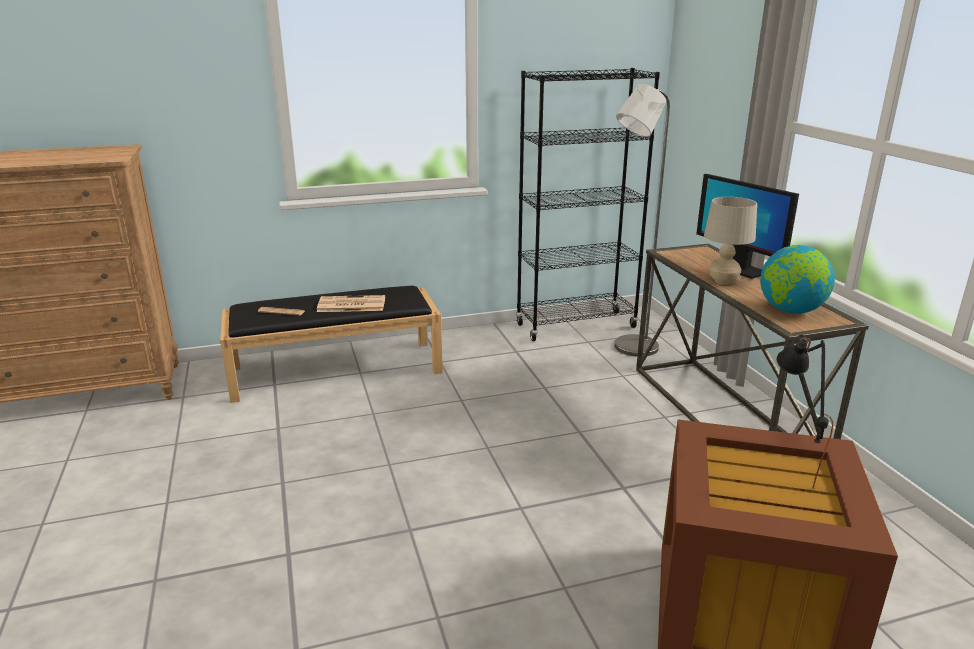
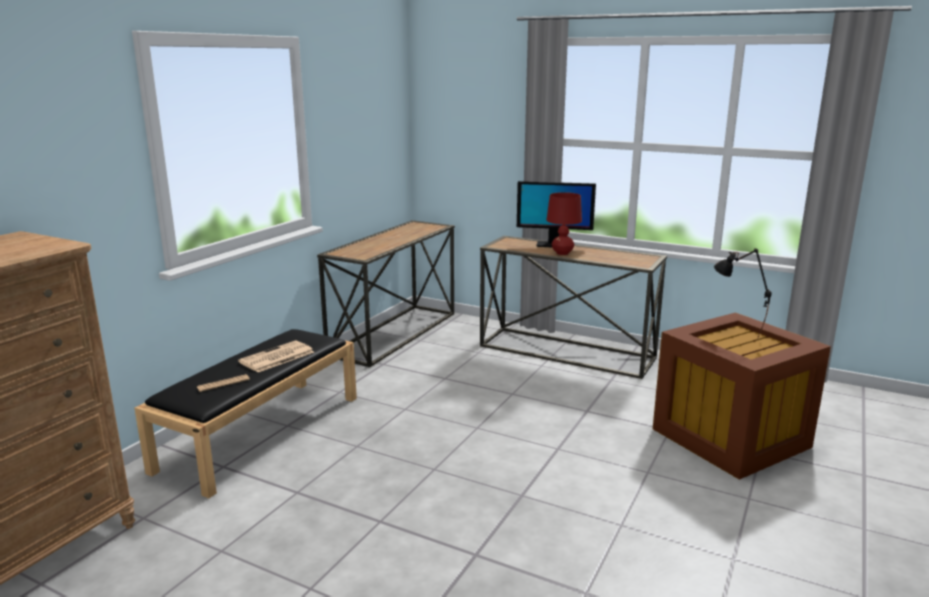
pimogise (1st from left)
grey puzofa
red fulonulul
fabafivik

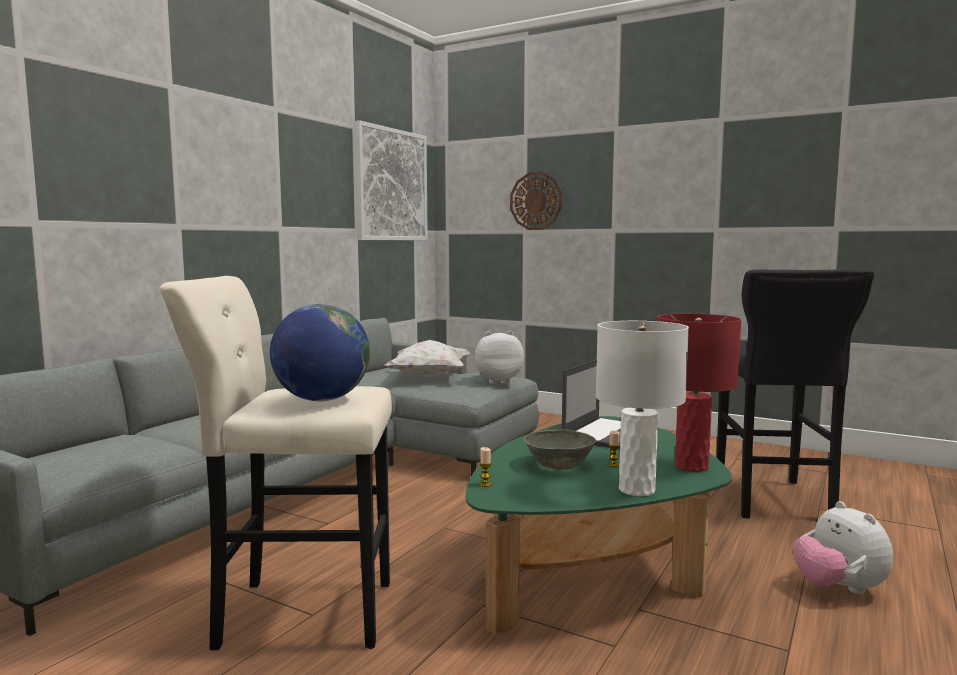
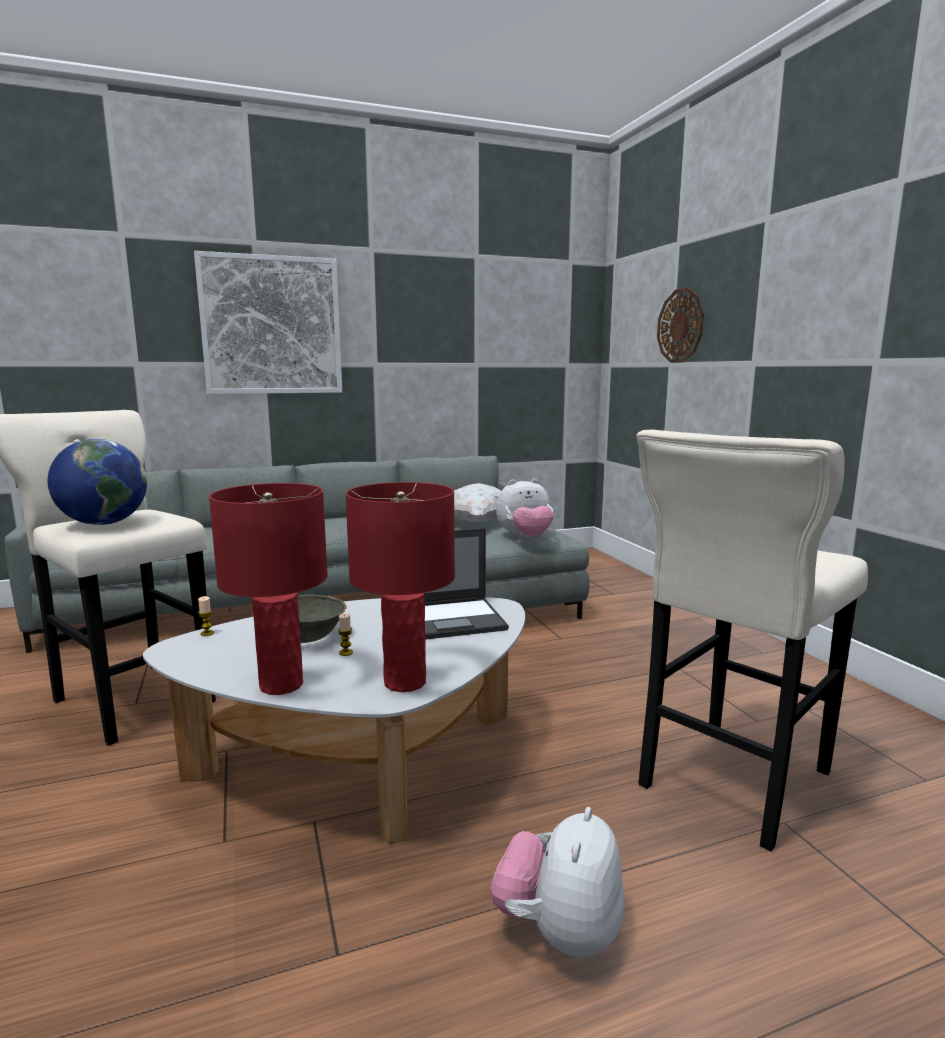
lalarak
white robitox
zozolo (1st from left)
red fulonulul (1st from left)
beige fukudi (2nd from left)

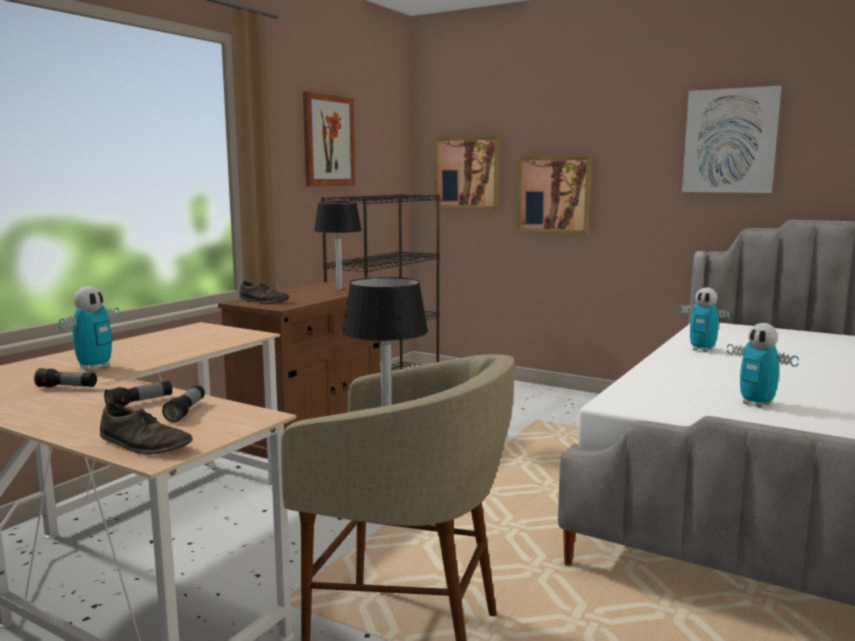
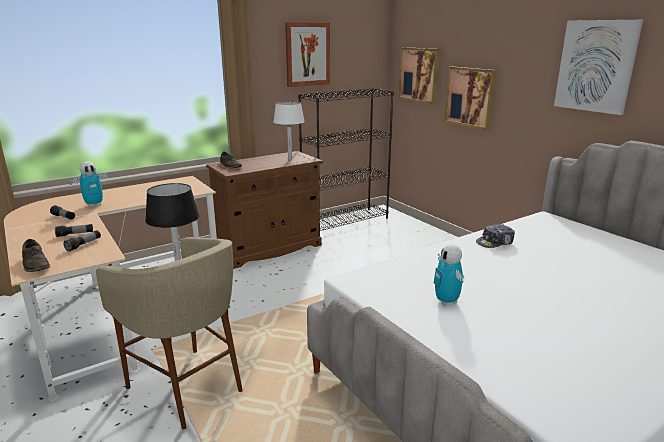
white fulonulul
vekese

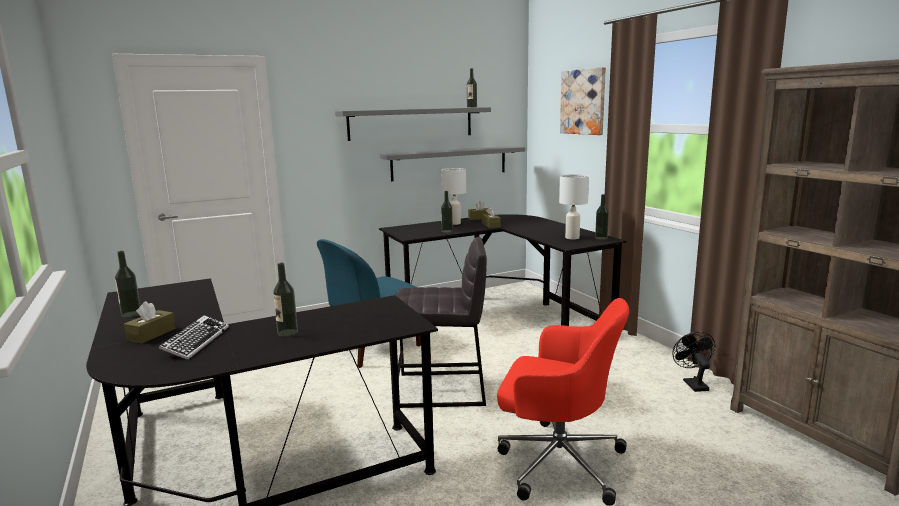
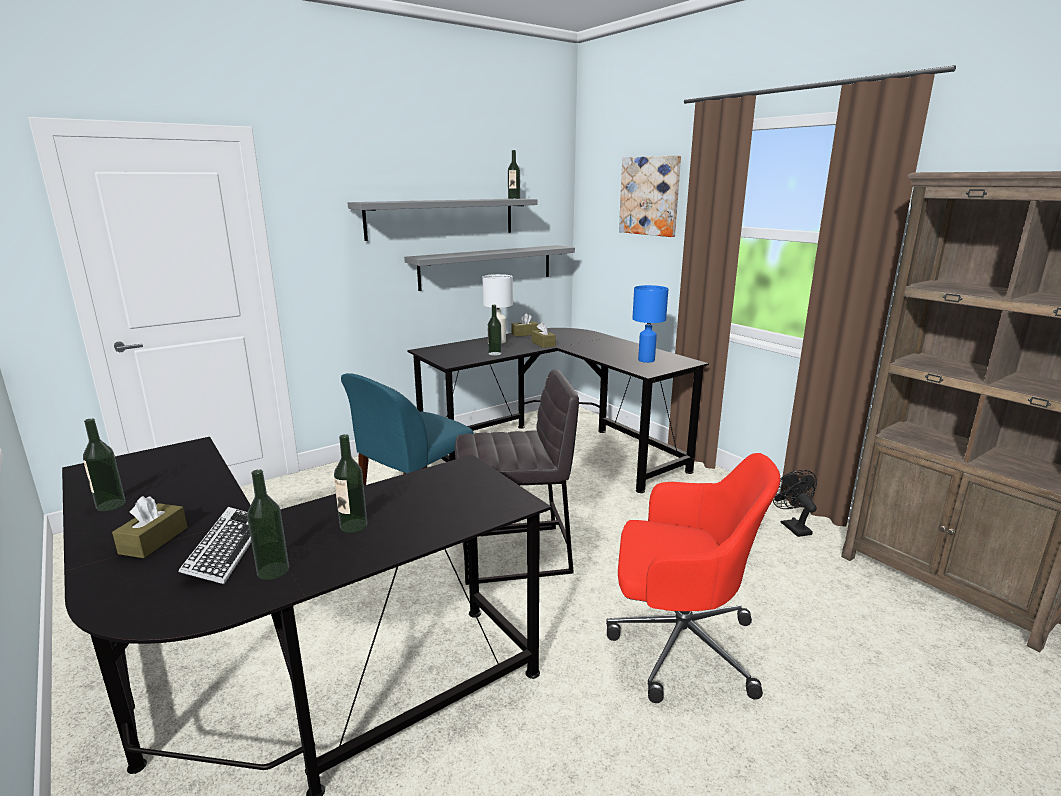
blue fulonulul
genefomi (2nd from left)

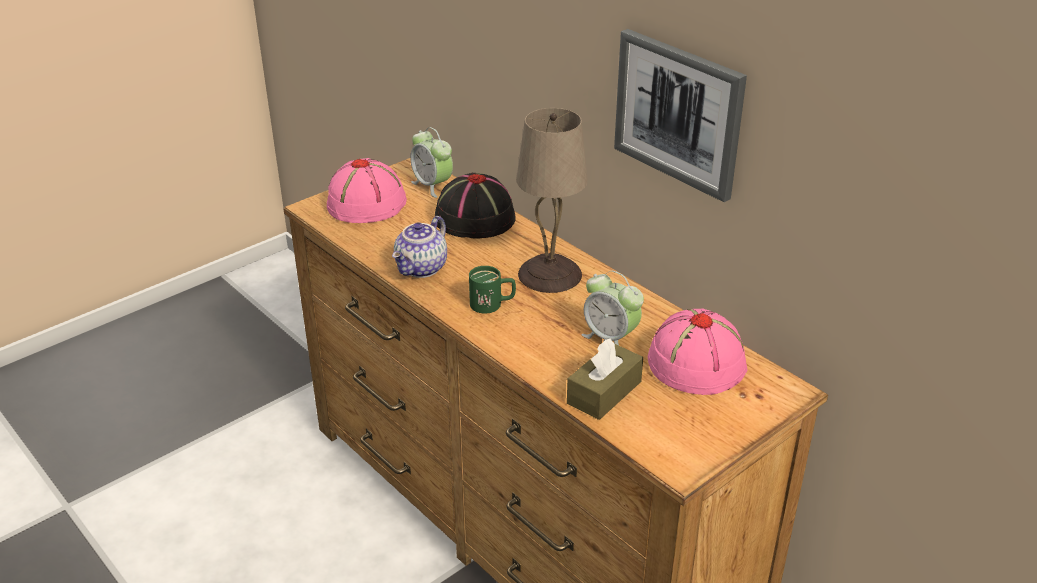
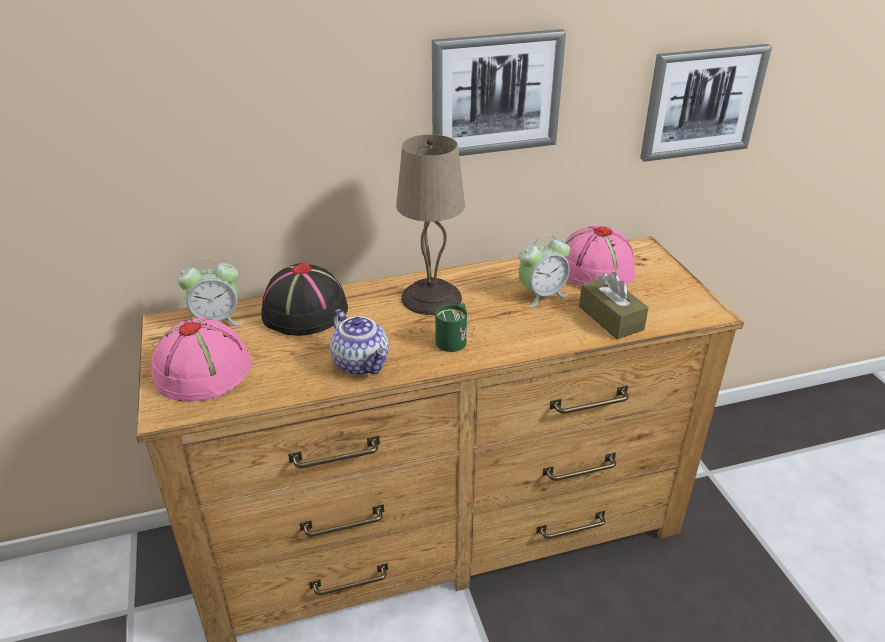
lalarak (2nd from left)

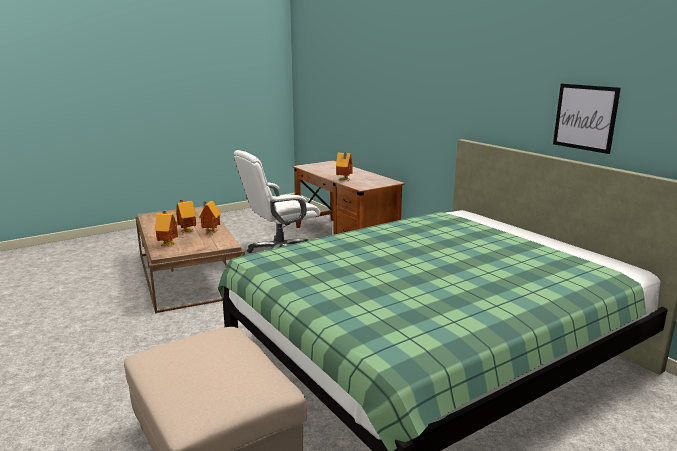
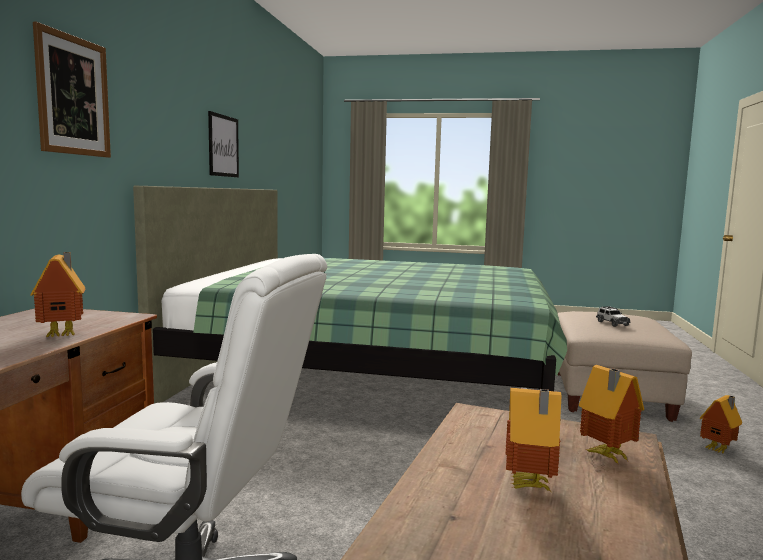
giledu (4th from left)
lalarak (1st from left)
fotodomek

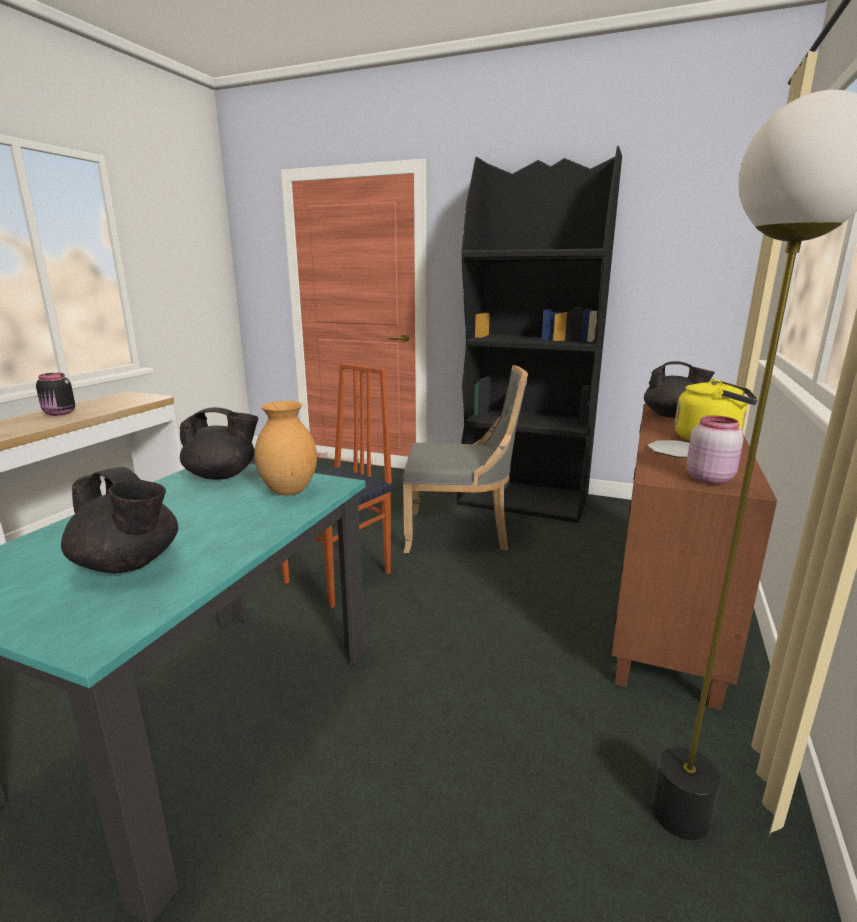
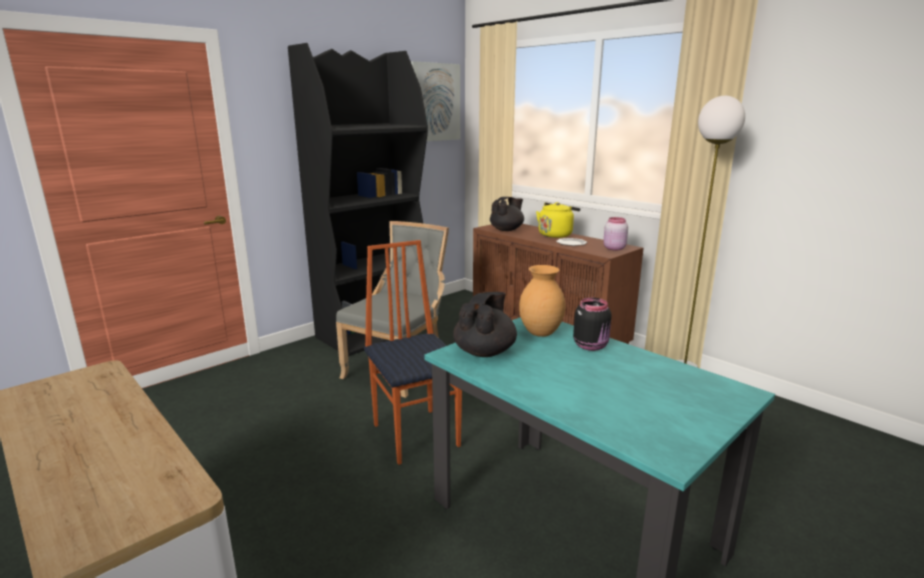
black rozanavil
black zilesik (1st from left in the first image)
lalarak

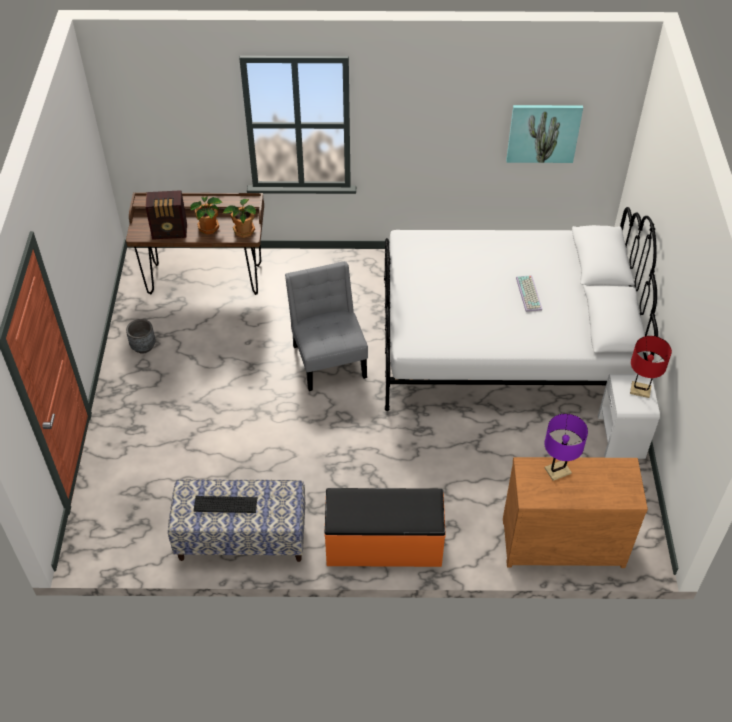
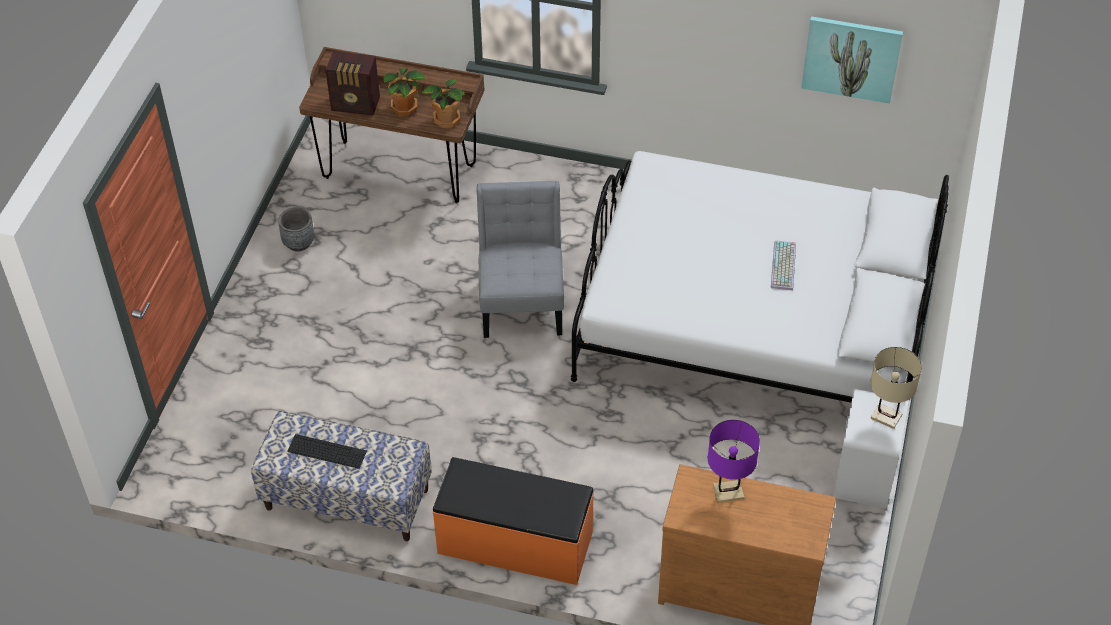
beige fulonulul

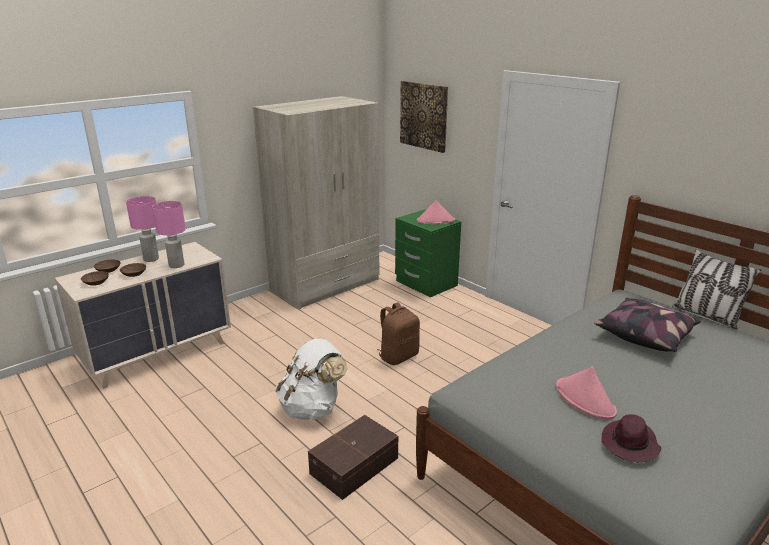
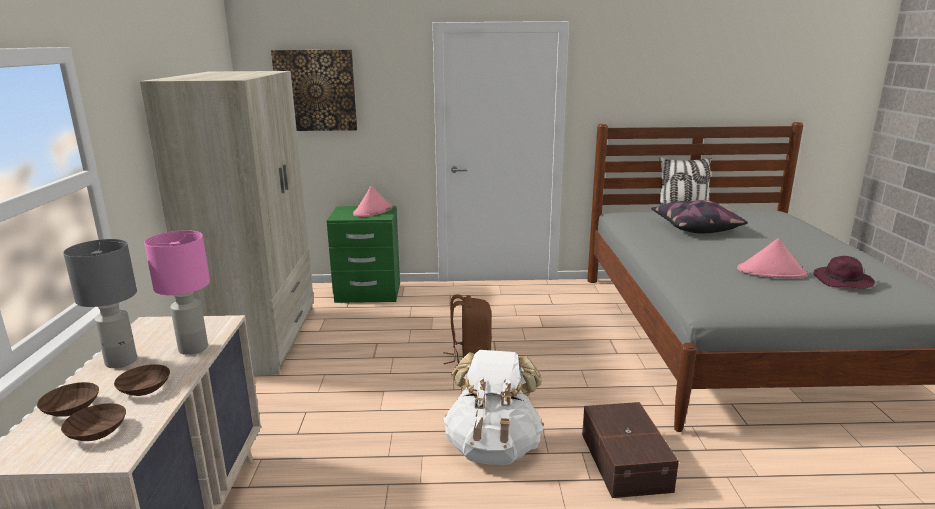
grey fulonulul

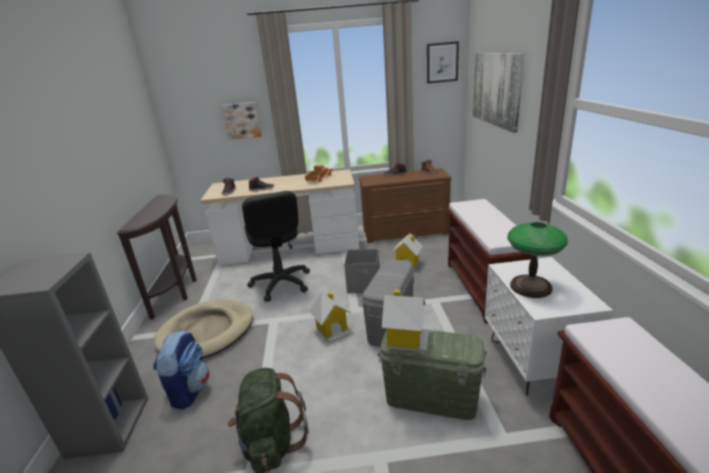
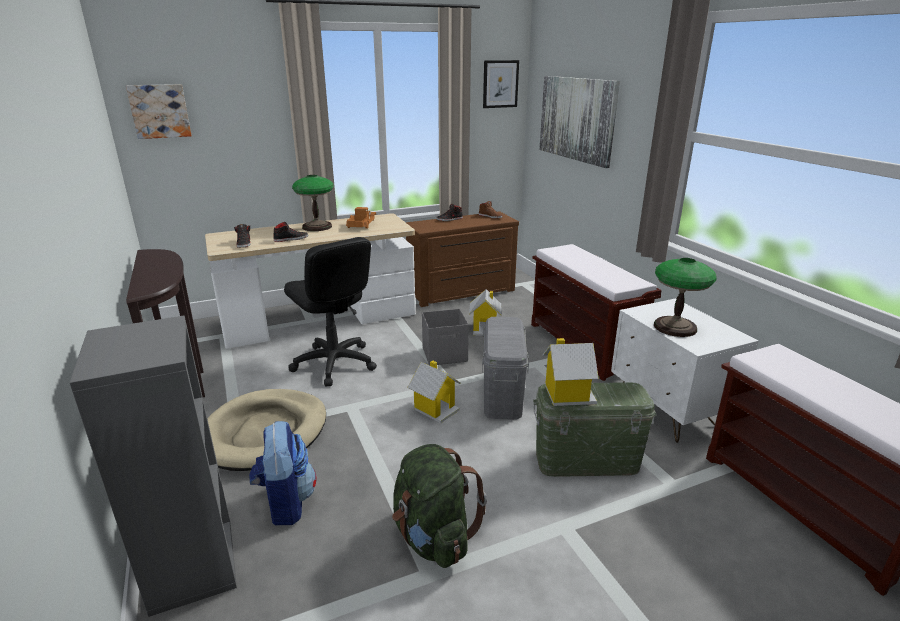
lalarak (1st from left)
fulonulul (1st from left)

